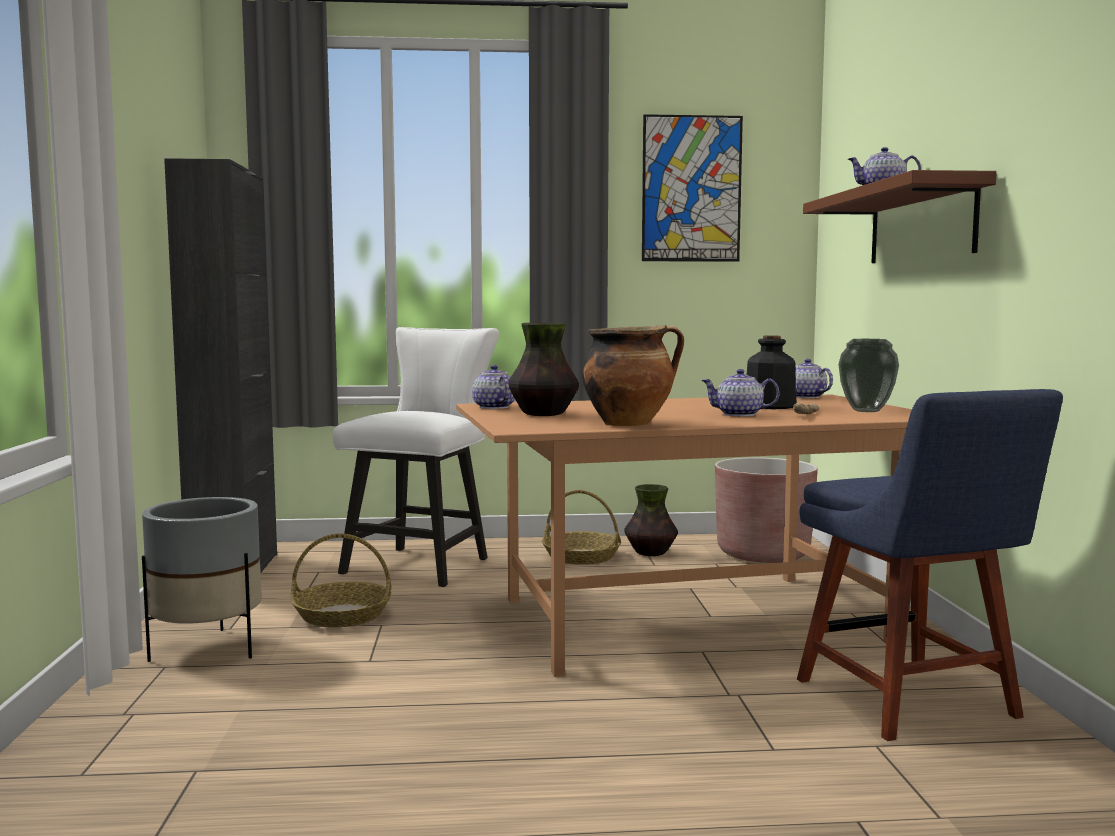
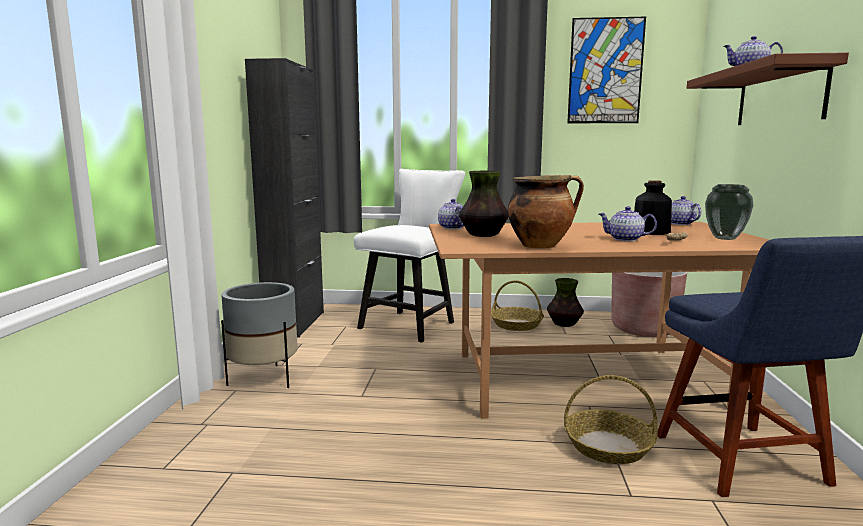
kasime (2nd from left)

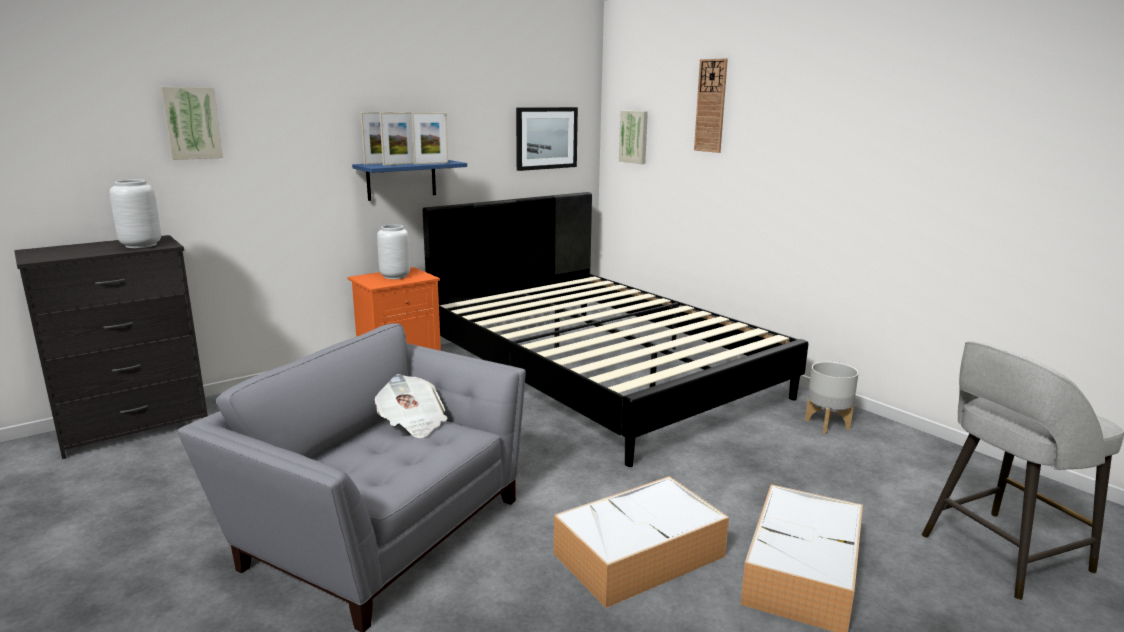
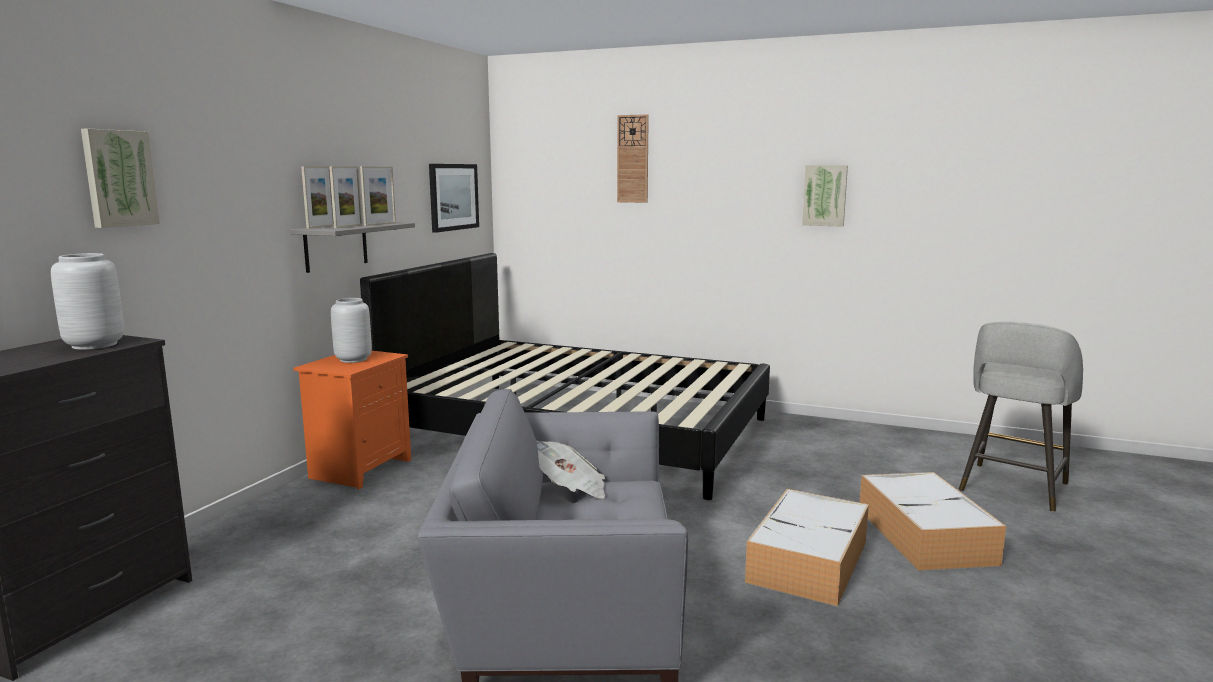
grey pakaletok
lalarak (3rd from left)
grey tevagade

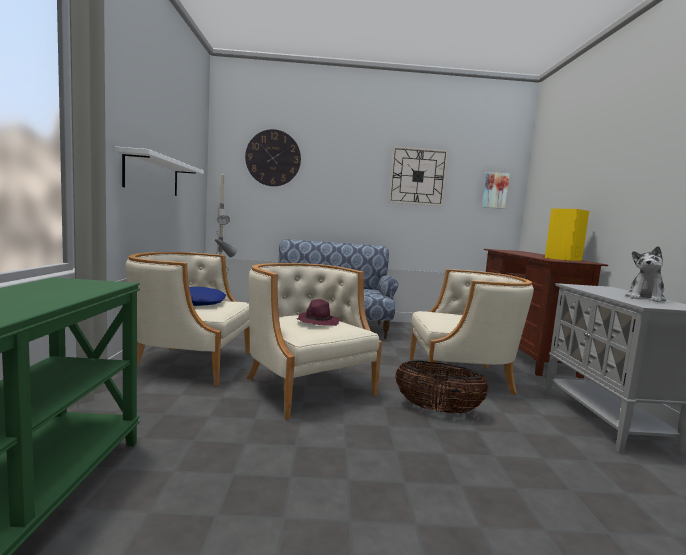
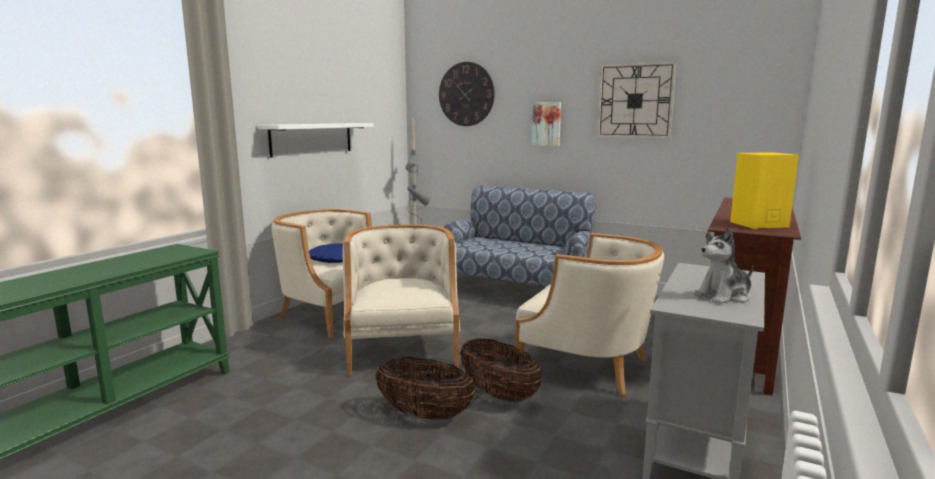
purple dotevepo
lalarak
kasime (1st from left)

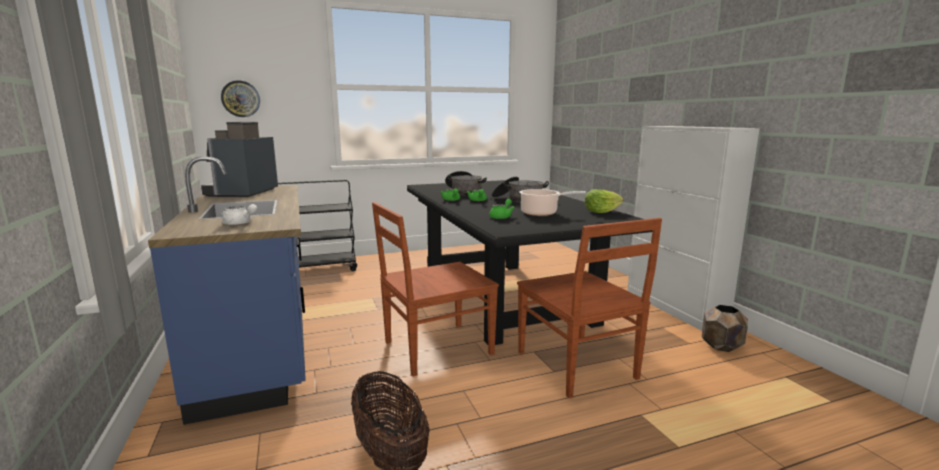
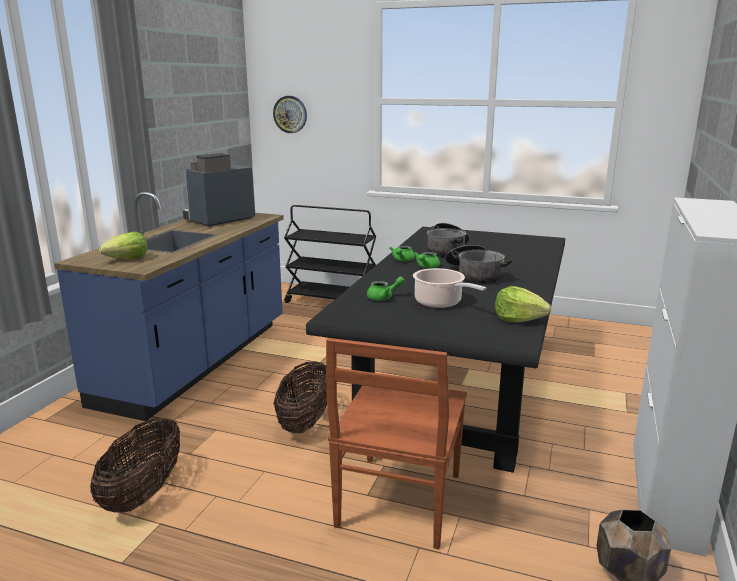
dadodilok (1st from left)
kasime (2nd from left)

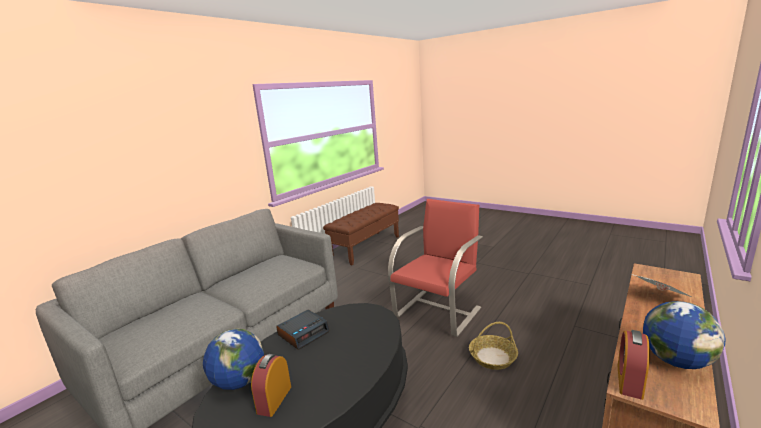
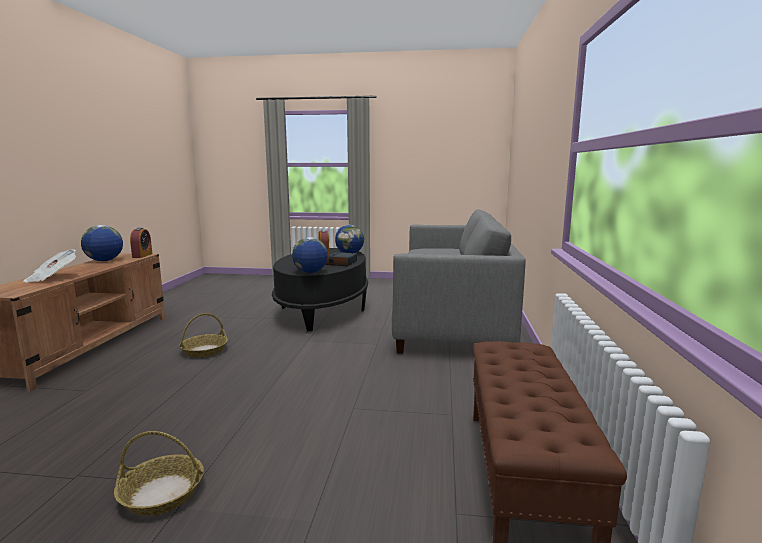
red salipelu
kasime (1st from left)
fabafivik (2nd from left)

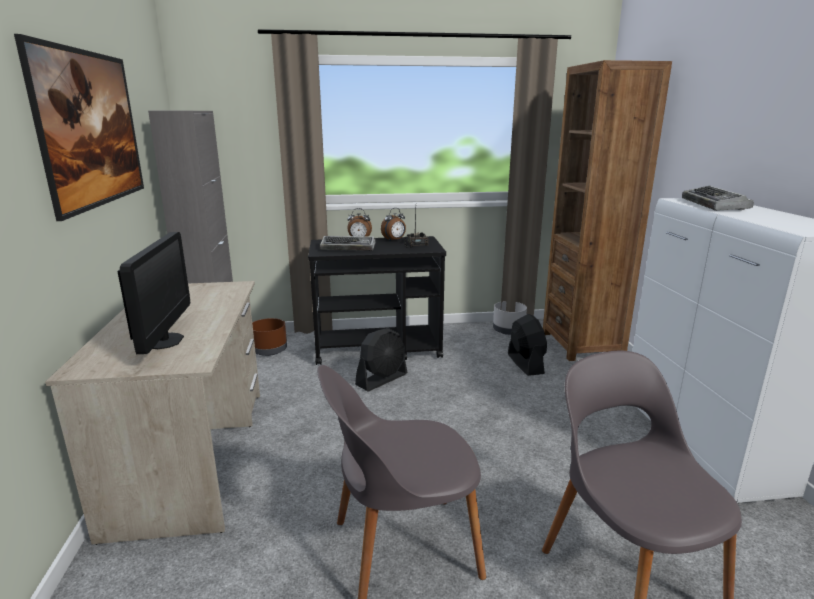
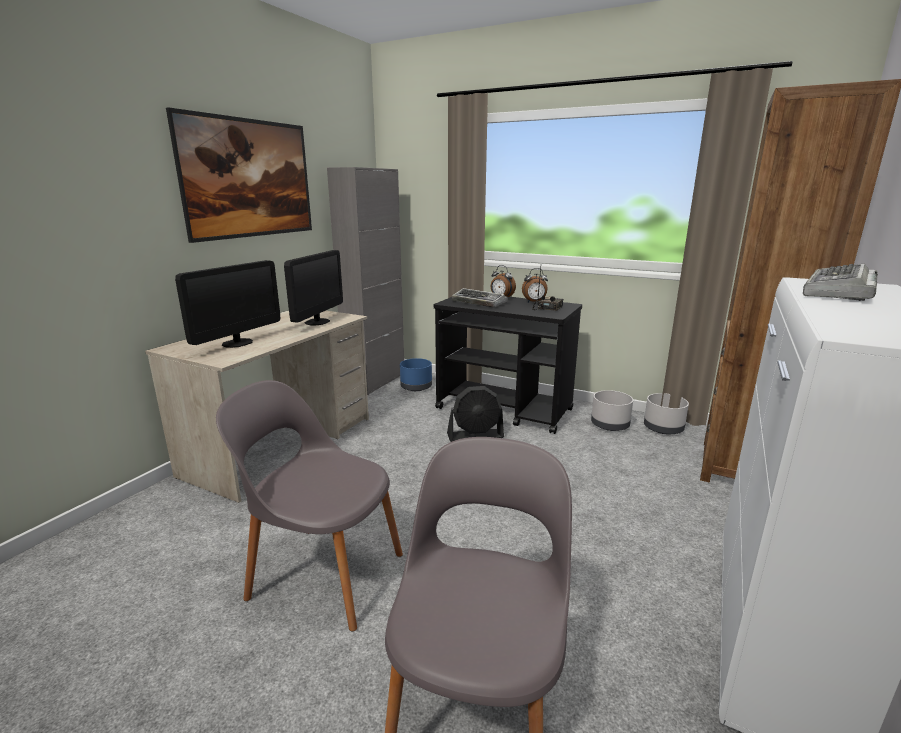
blue tevagade
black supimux (2nd from left in the first image)
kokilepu (2nd from left)
grey tevagade (1st from left)

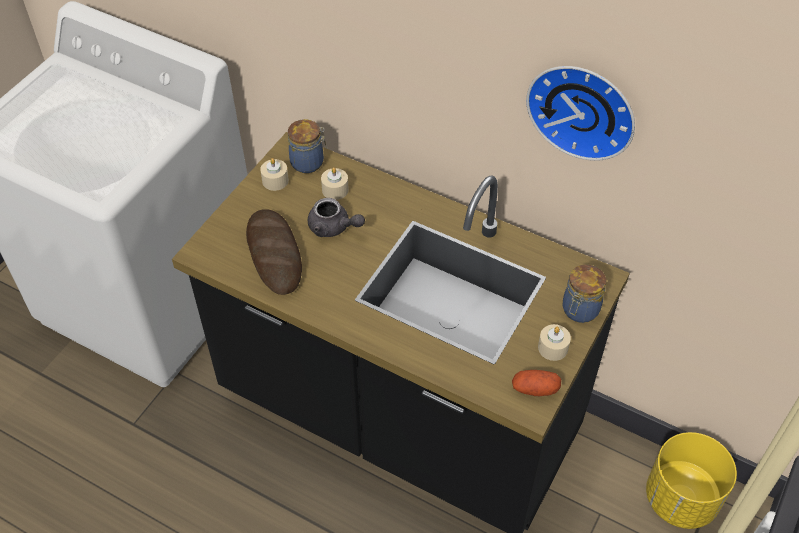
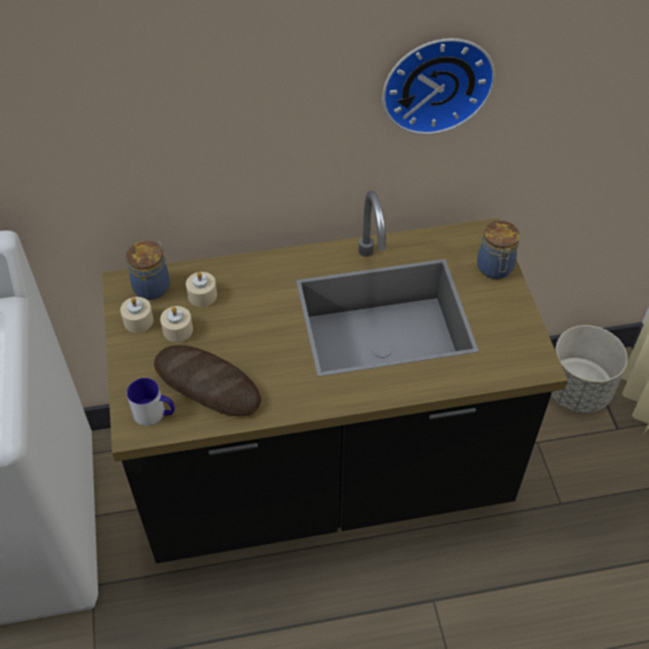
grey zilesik
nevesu
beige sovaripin (2nd from left)
grey tevagade
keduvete

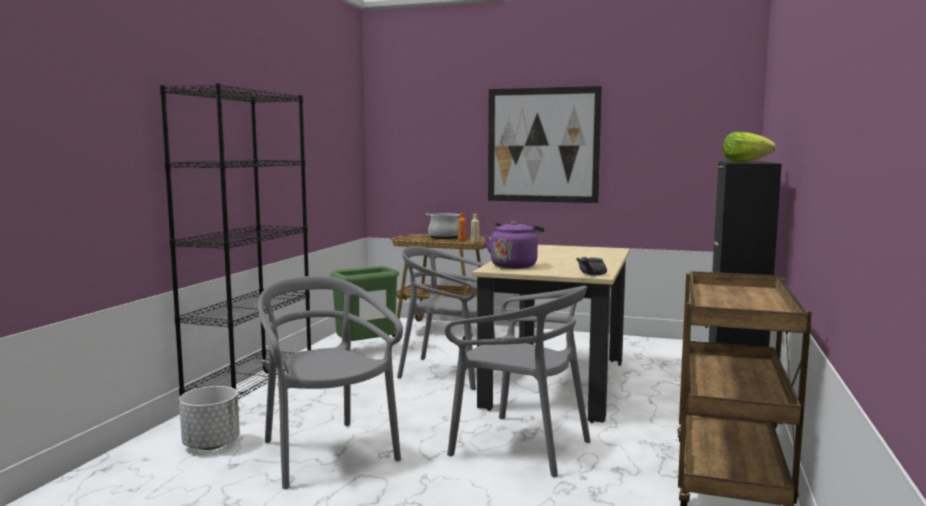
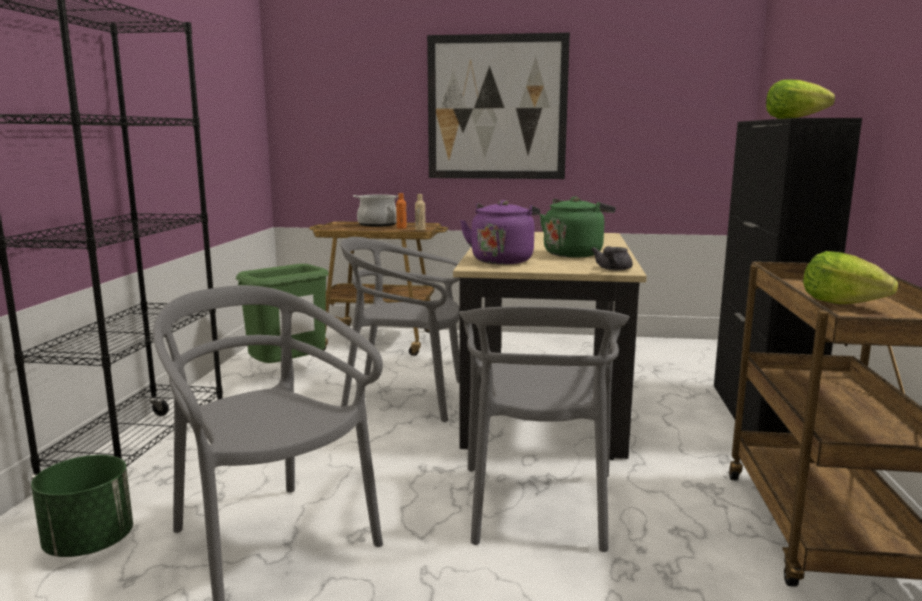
green tevagade
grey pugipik (3rd from left)
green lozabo
dadodilok (2nd from left)

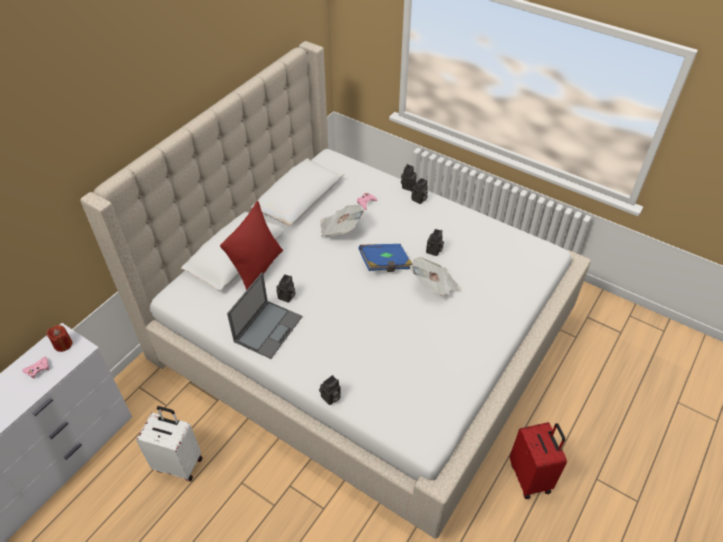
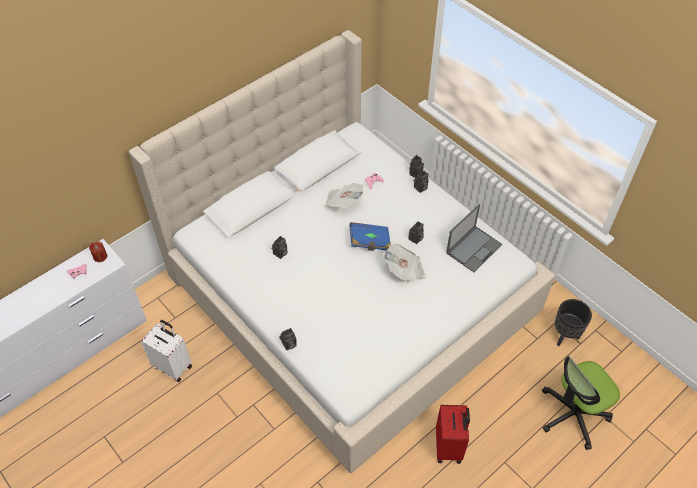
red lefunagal
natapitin
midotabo
black tevagade

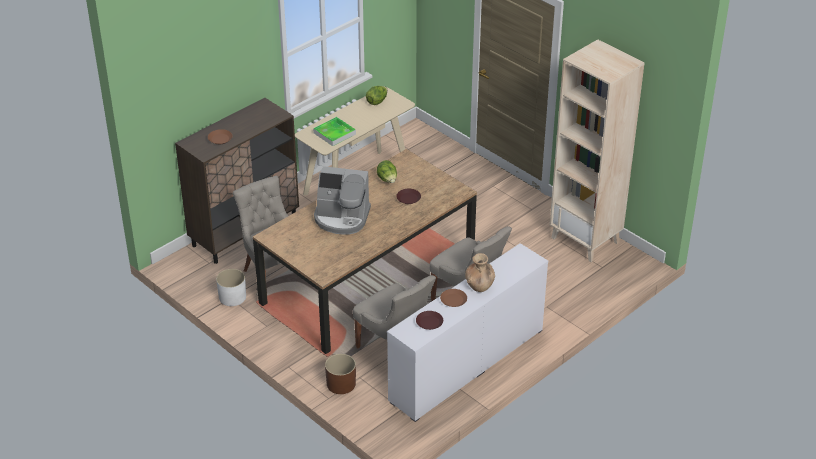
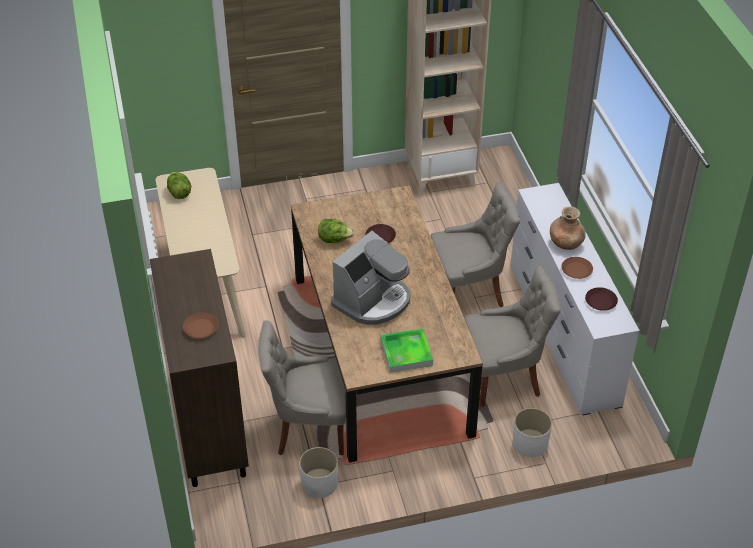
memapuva
white tevagade (2nd from left)

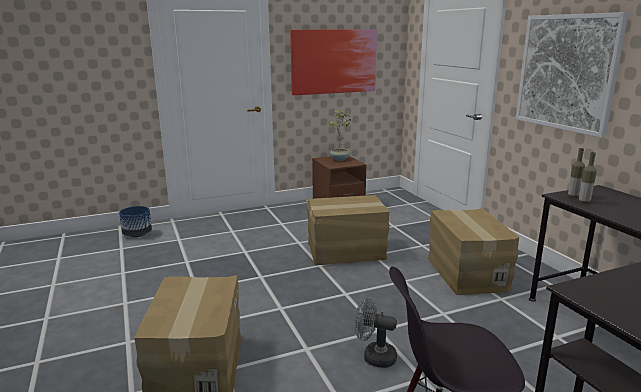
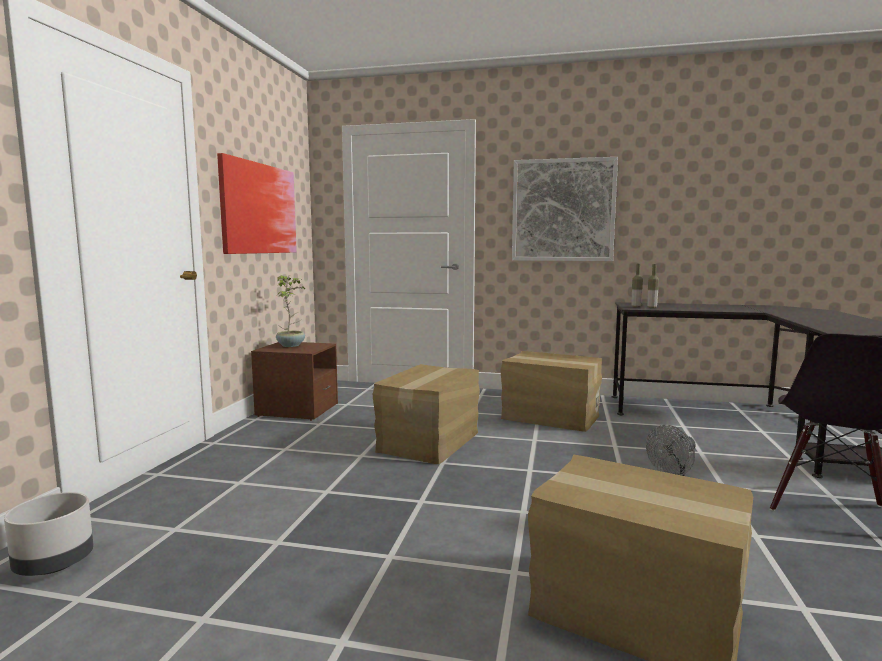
grey tevagade

